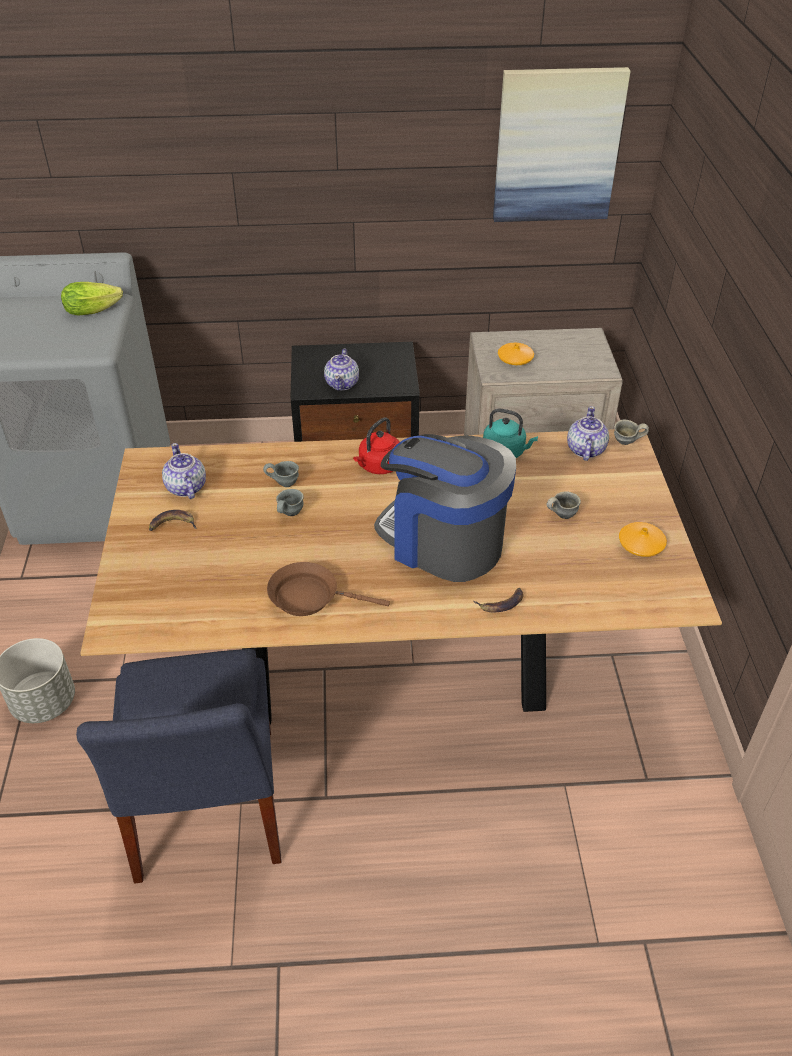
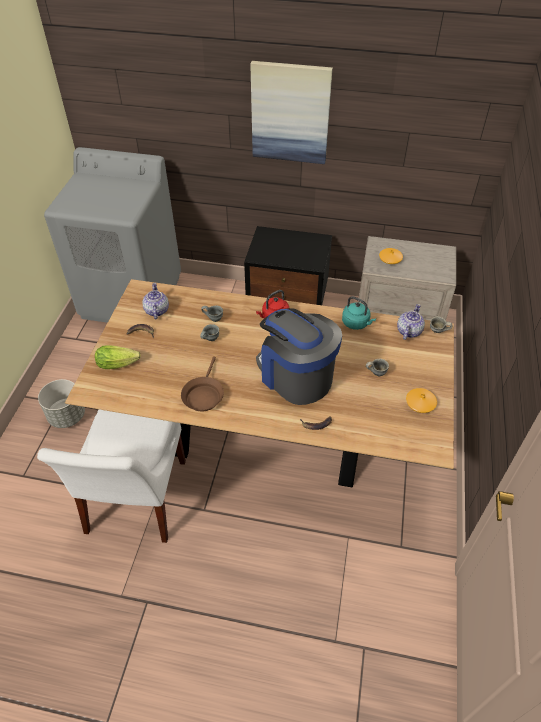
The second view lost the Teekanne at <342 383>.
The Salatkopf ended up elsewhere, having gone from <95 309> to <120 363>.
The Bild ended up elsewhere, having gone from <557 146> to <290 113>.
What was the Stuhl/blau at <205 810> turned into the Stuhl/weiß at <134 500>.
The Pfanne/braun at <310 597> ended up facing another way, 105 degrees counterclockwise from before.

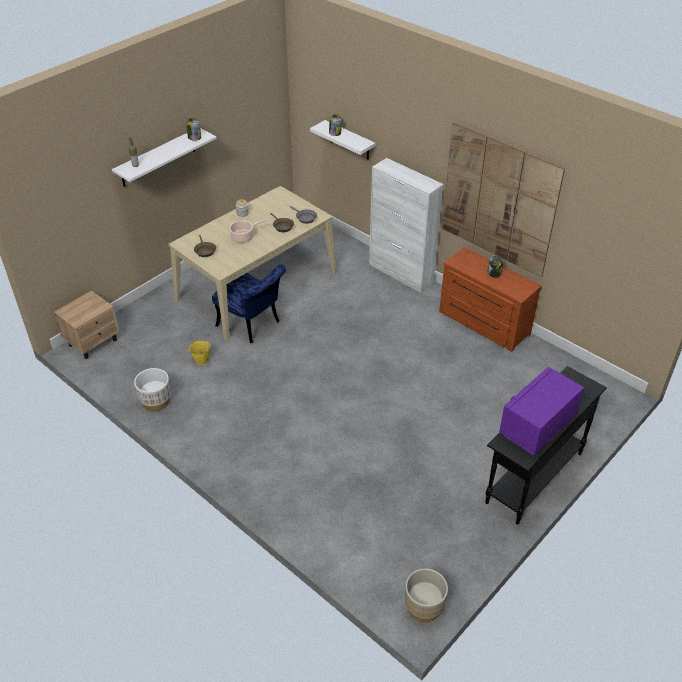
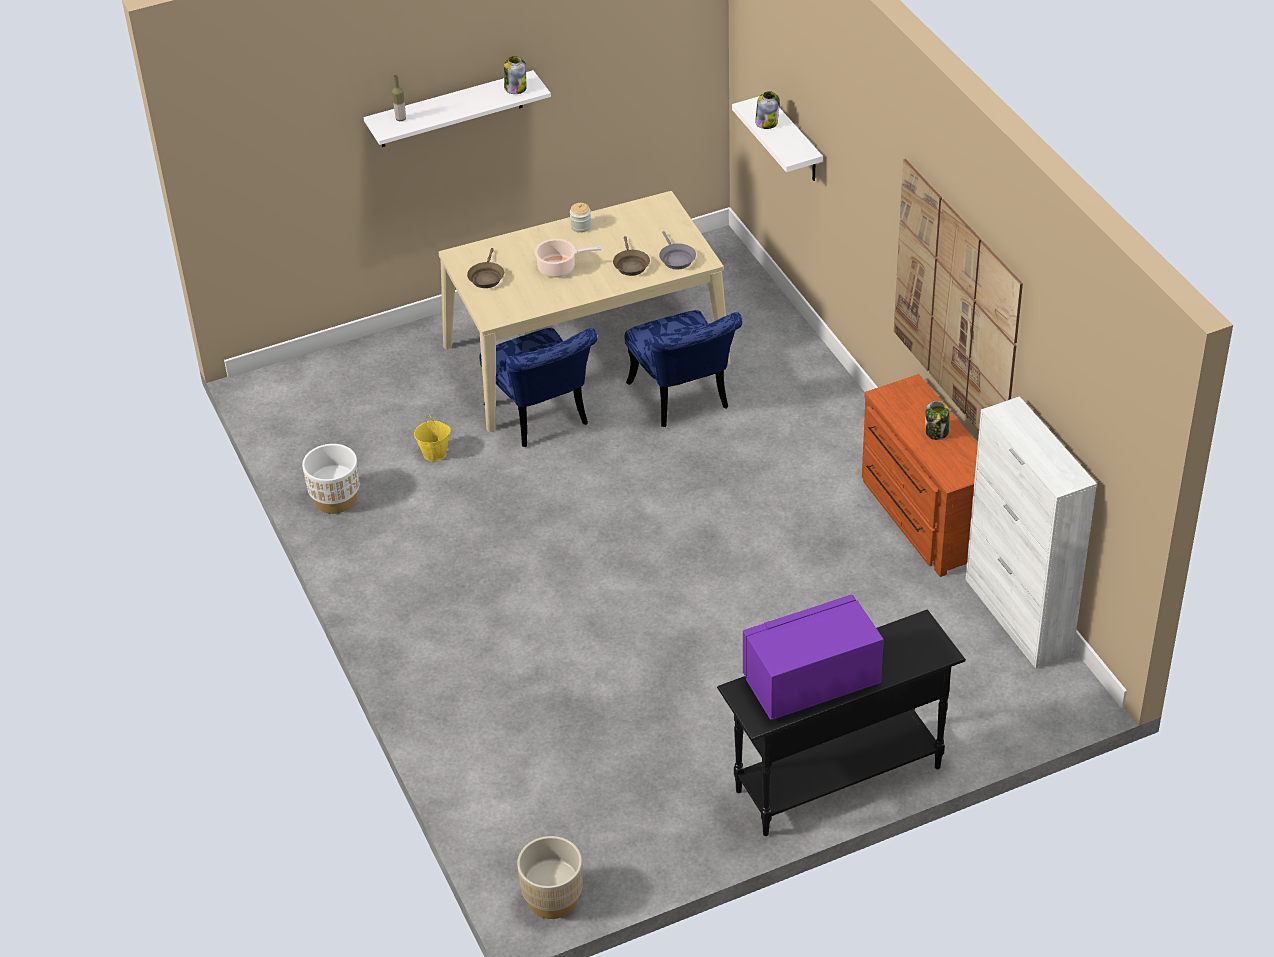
The second view lost the Nachttisch/beige at <93 342>.
The second view gained the Stuhl/blau at <683 400>.
The Schrank/weiß ended up elsewhere, having gone from <401 273> to <1018 617>.

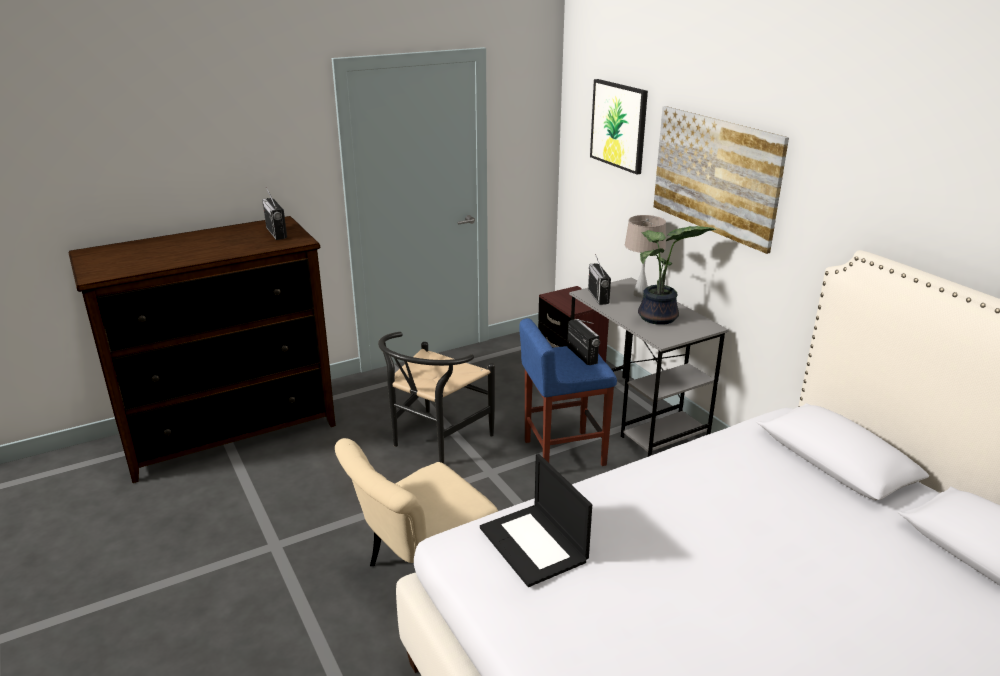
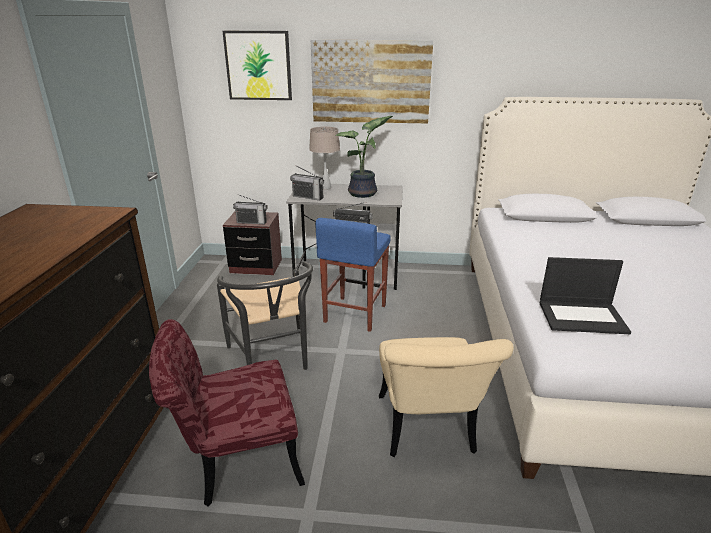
The second view gained the Stuhl/rot at <236 462>.
The Radio ended up elsewhere, having gone from <276 233> to <251 222>.

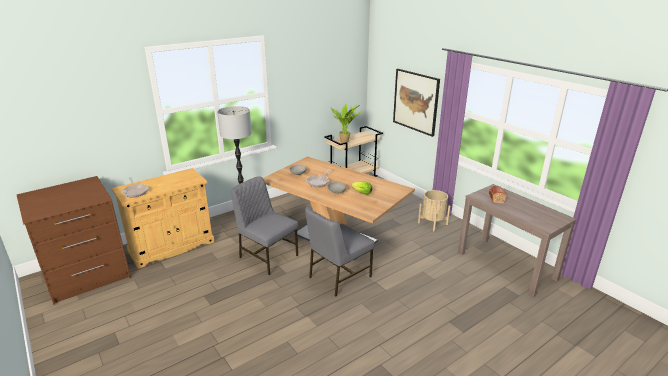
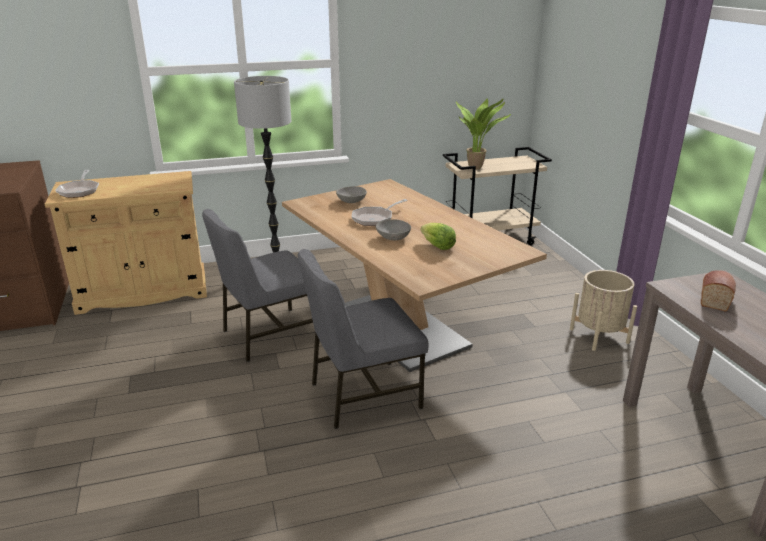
The second view lost the Bild at <415 101>.
The Stuhl/grau at <267 256> ended up facing another way, 90 degrees counterclockwise from before.

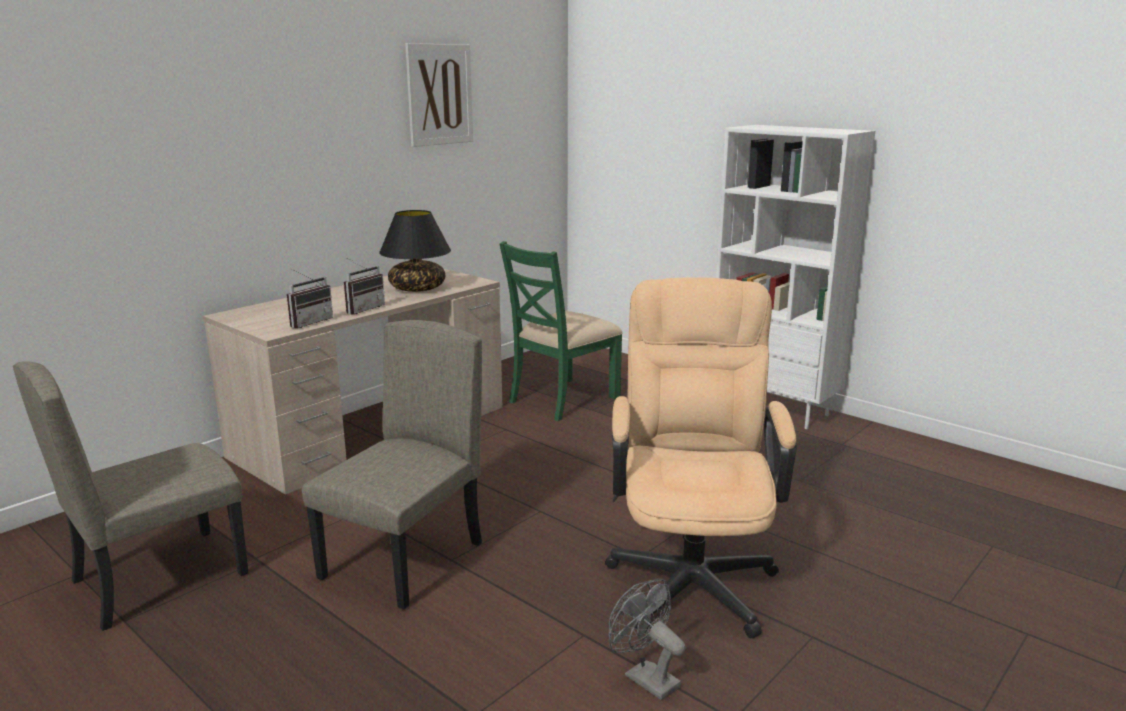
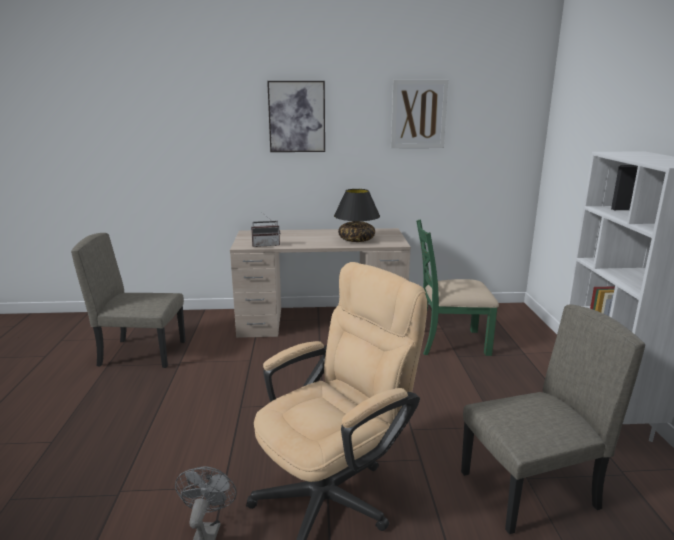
The second view lost the Radio at <362 309>.
The second view gained the Bild at <297 117>.
The Stuhl/beige ended up elsewhere, having gone from <404 561> to <529 491>.

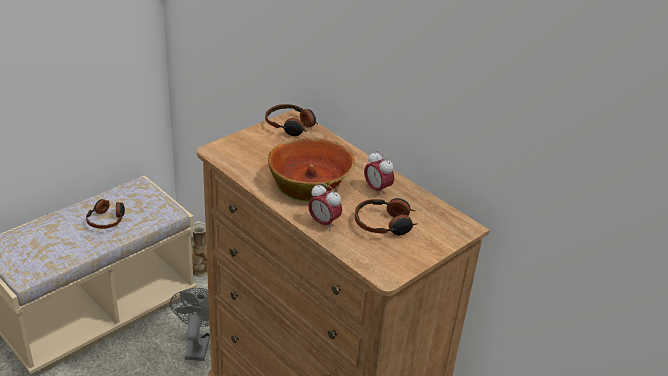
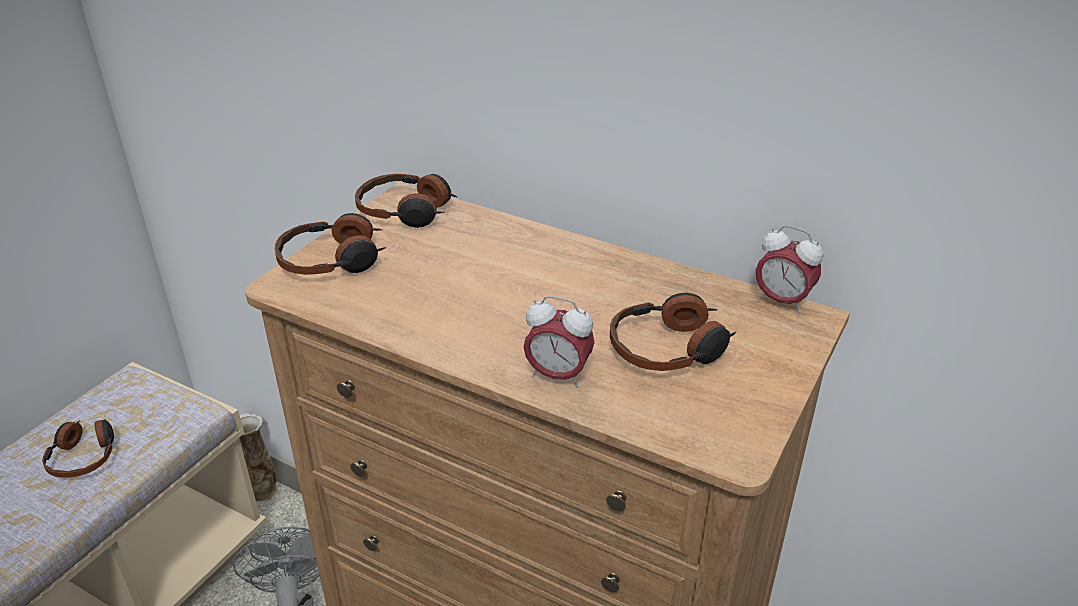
The second view lost the Schüssel at <310 181>.
The second view gained the Kopfhörer at <332 260>.
The Wecker ended up elsewhere, having gone from <377 189> to <782 301>.

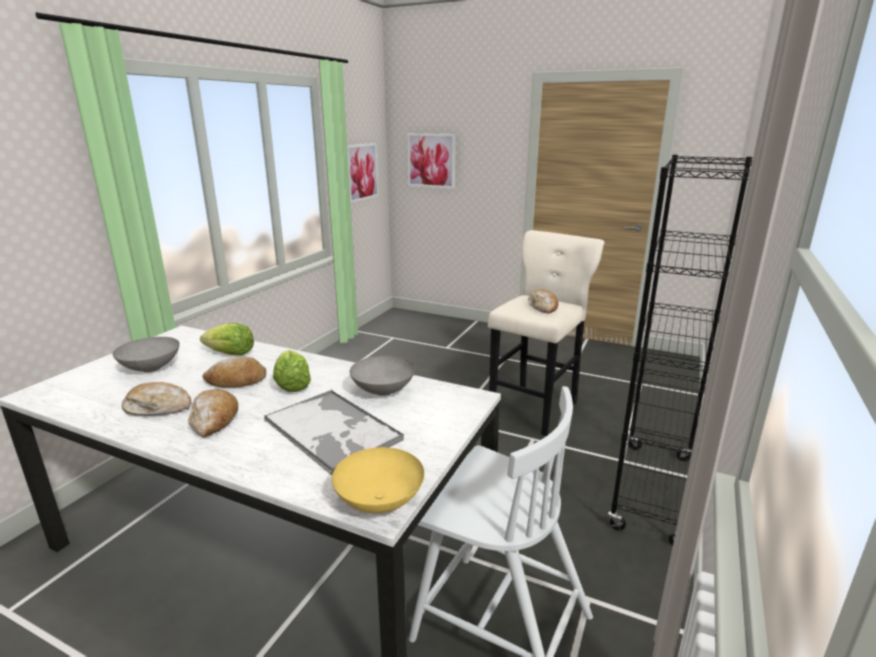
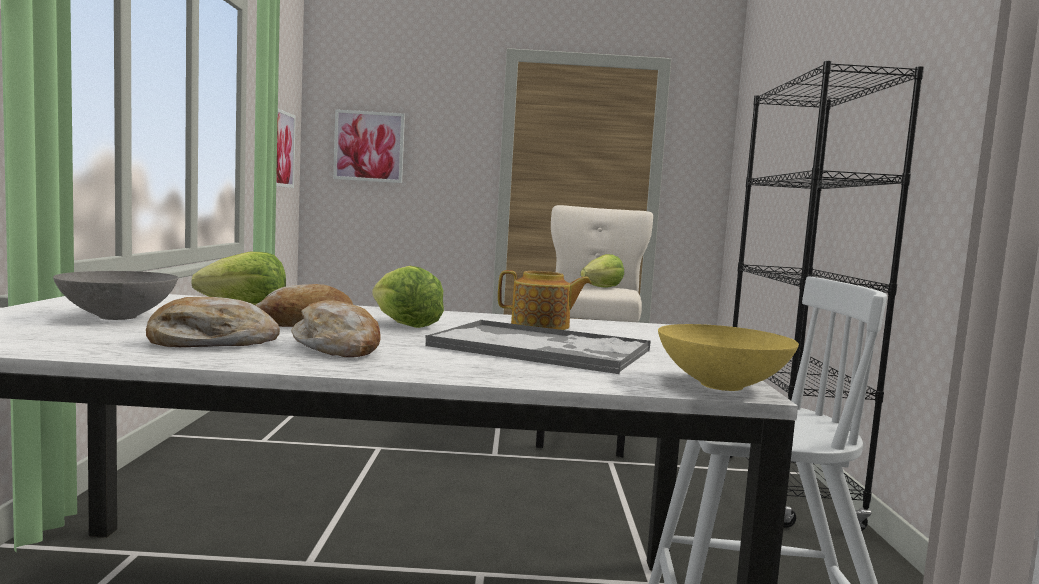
Where the Schüssel/grau stood at <382 391>, the Teekanne came to stand at <541 326>.
Where the Brot stood at <543 307>, the Salatkopf came to stand at <602 287>.

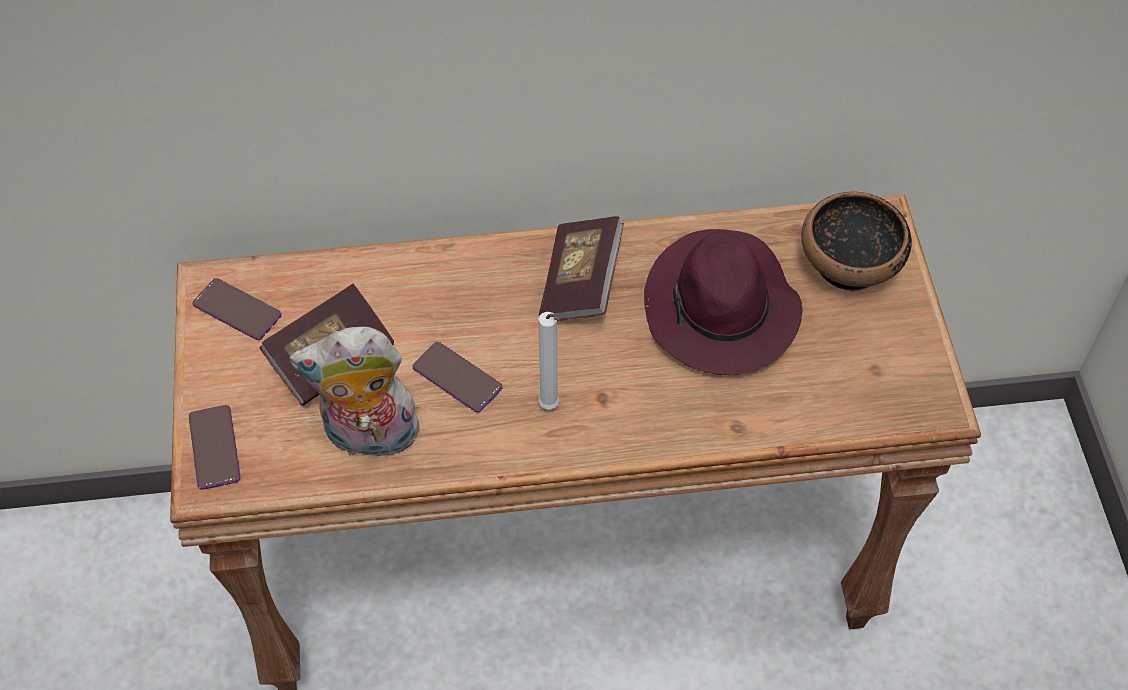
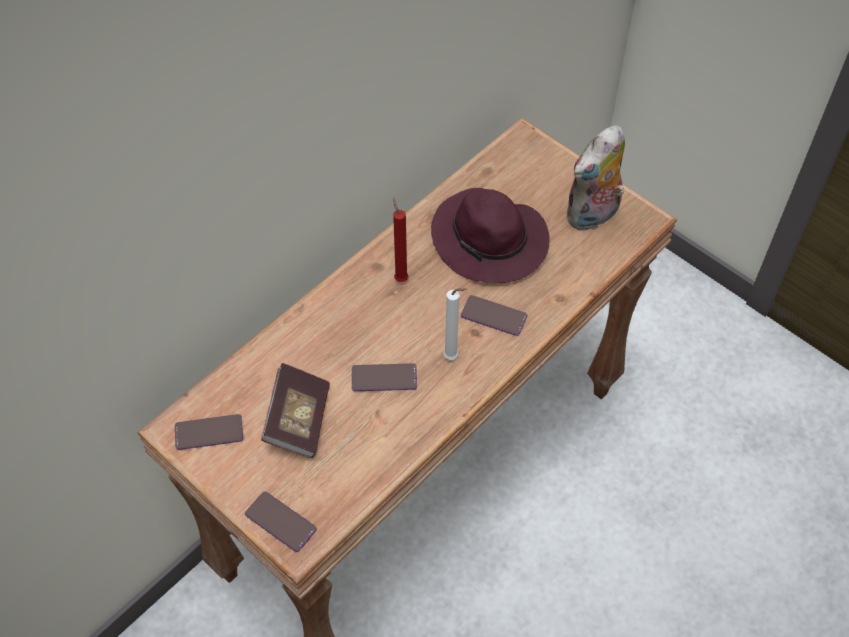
The second view lost the Schüssel at <850 265>.
The second view gained the Handy at <494 316>.
The Plüschtier ended up elsewhere, having gone from <369 438> to <593 216>.
Where the Buch stood at <580 284>, the Kerze/rot came to stand at <400 278>.

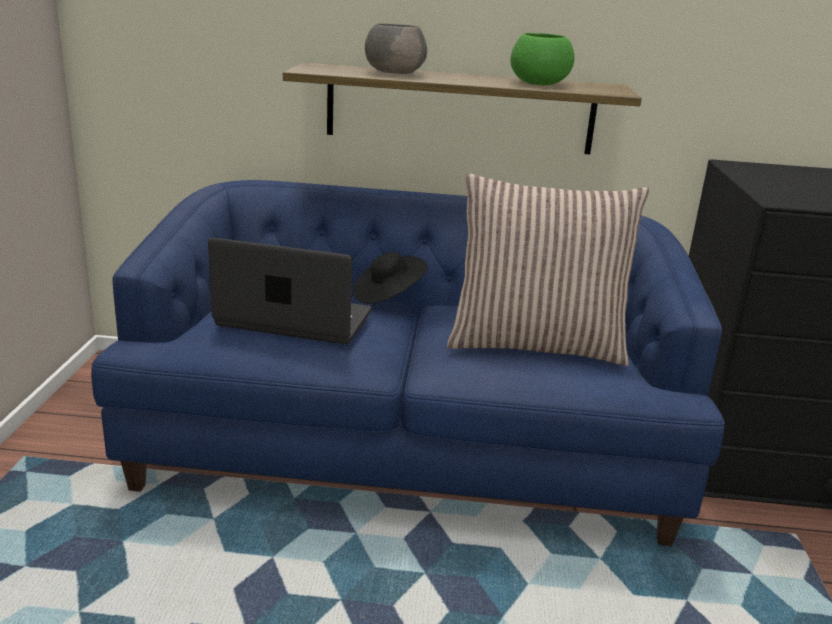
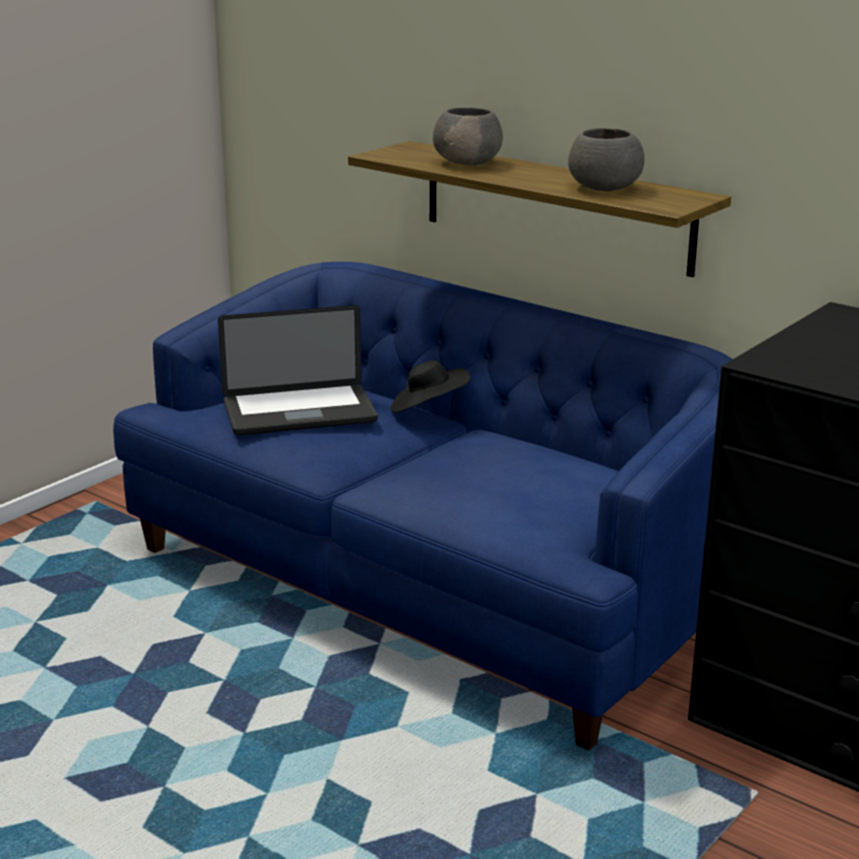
The second view lost the Kissen at <536 344>.
What was the Schüssel/grün at <538 84> turned into the Schüssel/grau at <603 188>.
The Laptop at <294 320> ended up facing another way, 120 degrees clockwise from before.

